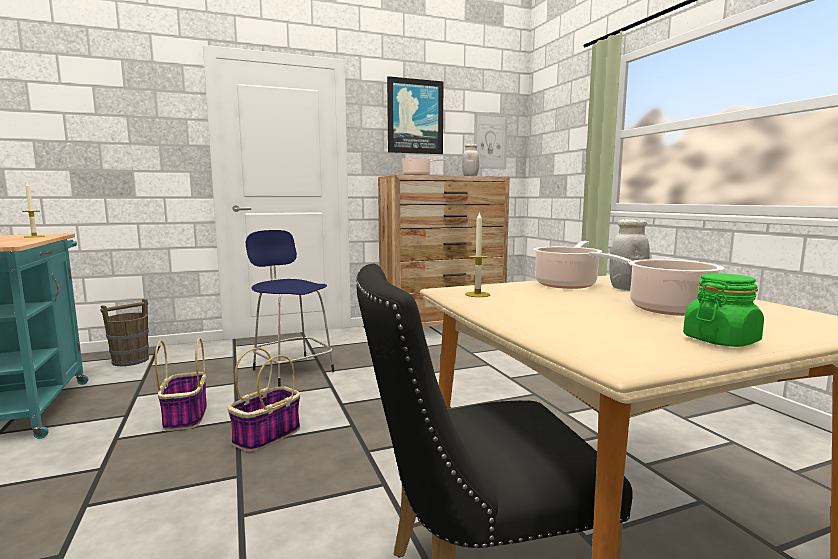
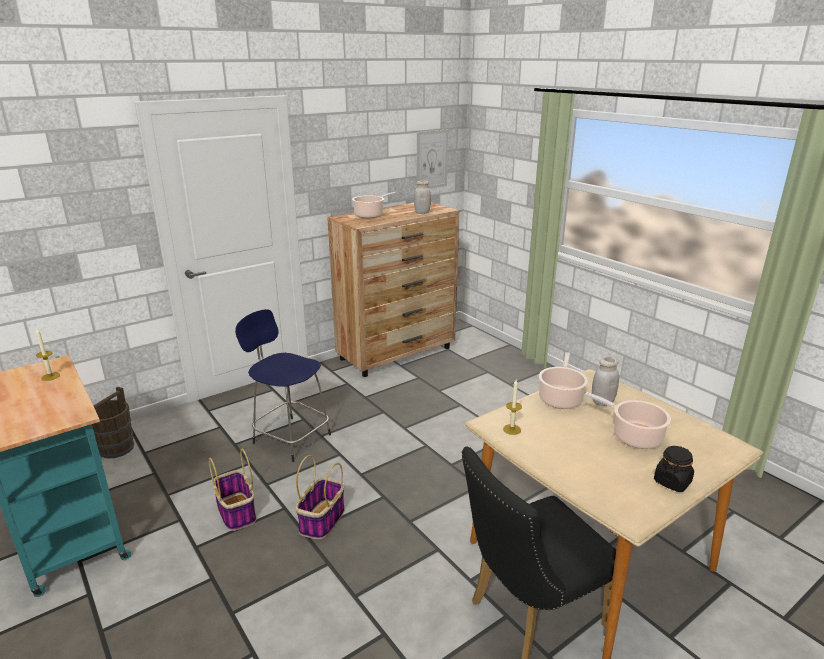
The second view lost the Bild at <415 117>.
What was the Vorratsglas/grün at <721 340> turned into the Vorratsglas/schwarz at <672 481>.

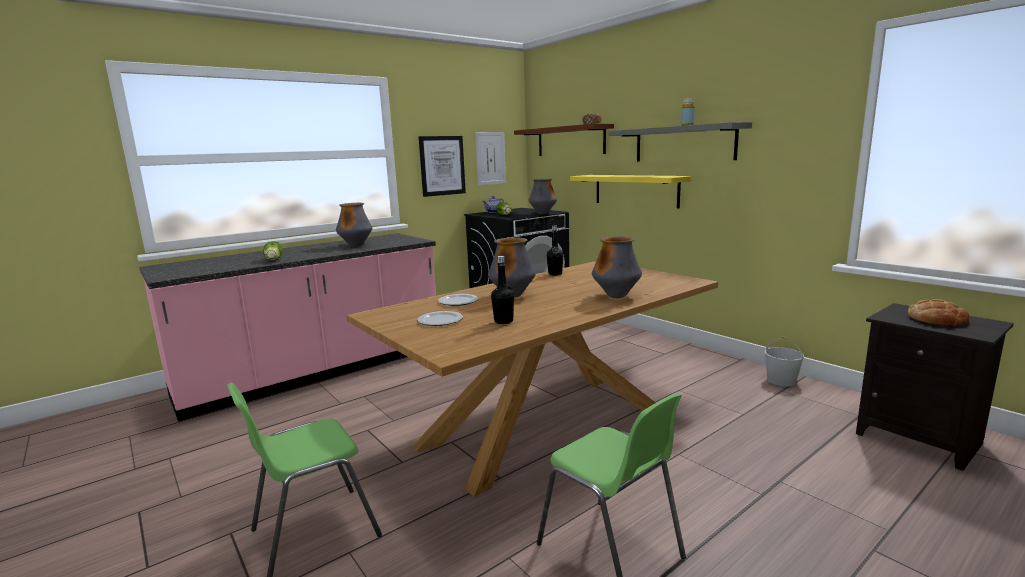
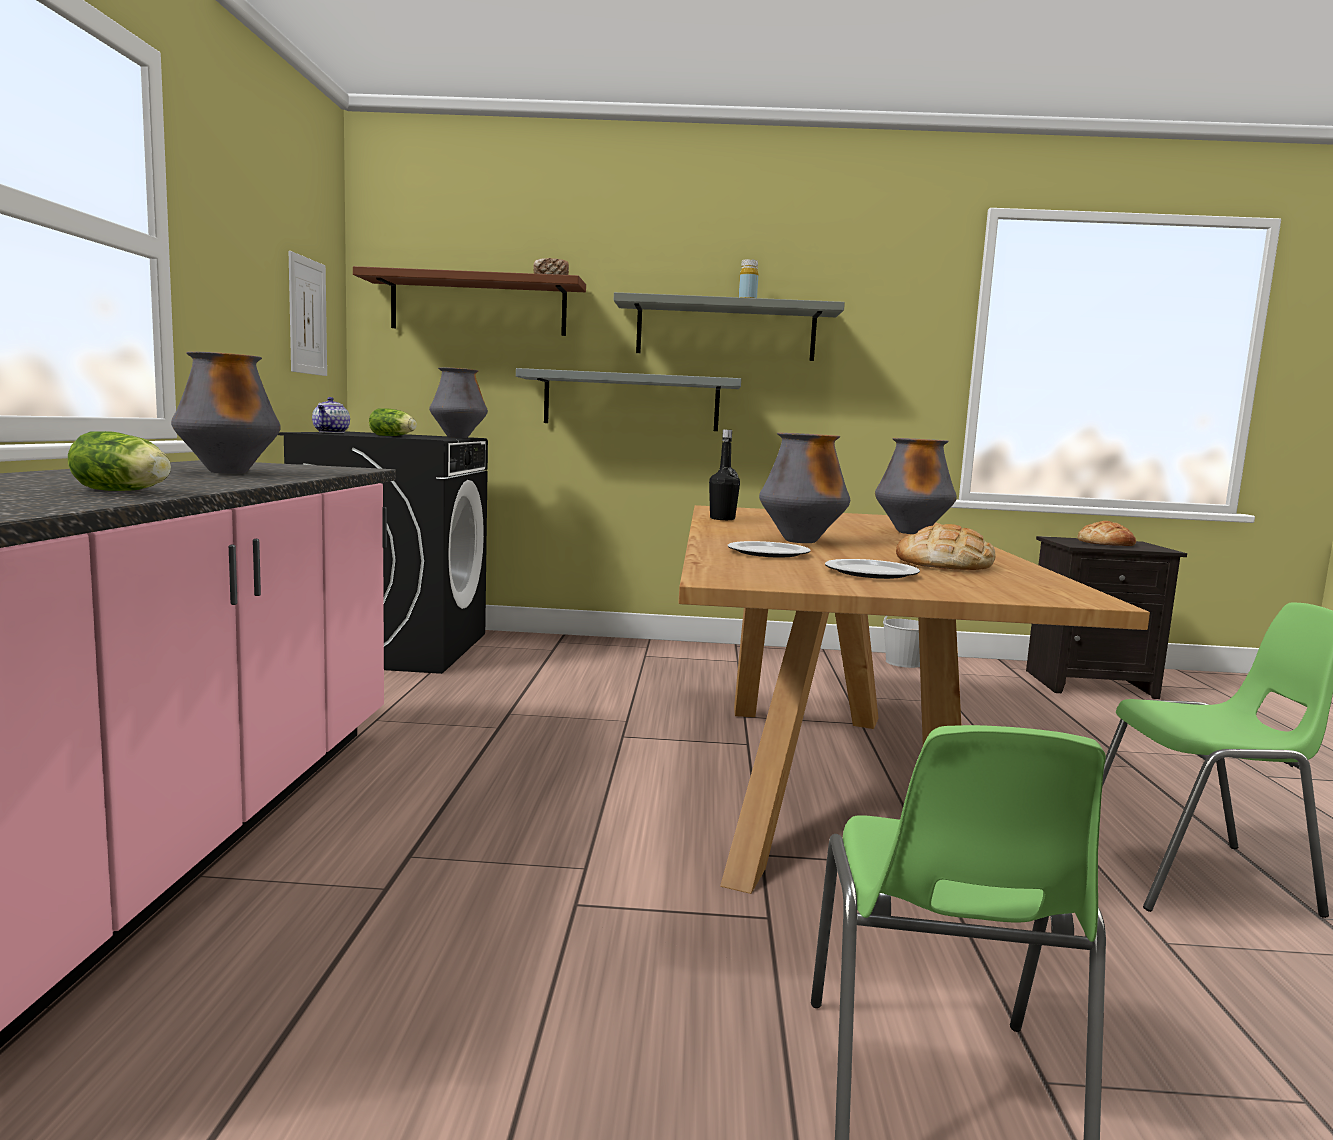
The second view lost the Bild at <442 165>.
Where the Flasche/schwarz stood at <503 321>, the Brot came to stand at <944 564>.
What was the Wandregal/gelb at <635 190> turned into the Wandregal/grau at <631 401>.

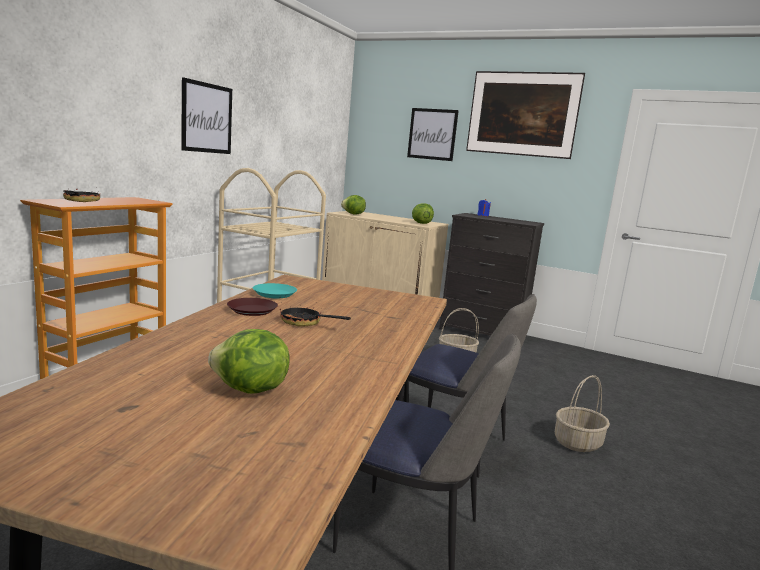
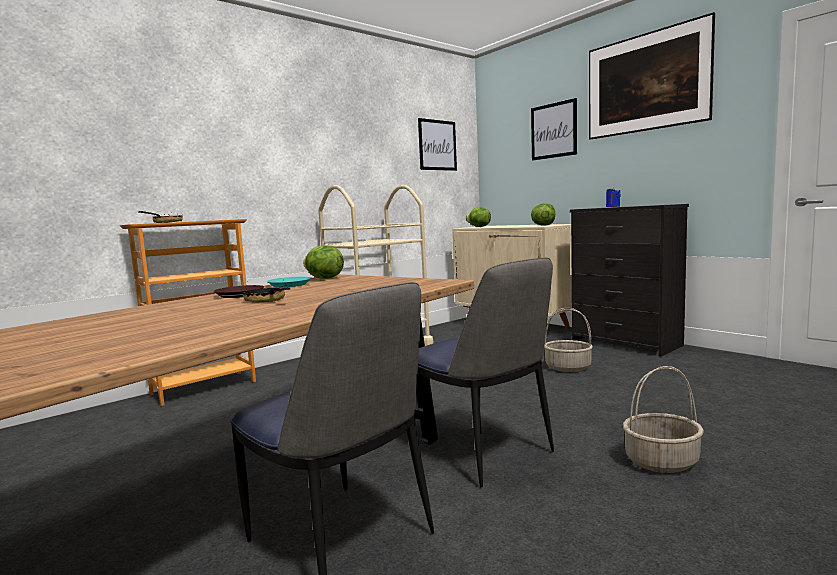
The Bild ended up elsewhere, having gone from <207 118> to <437 145>.
The Salatkopf ended up elsewhere, having gone from <250 390> to <324 278>.

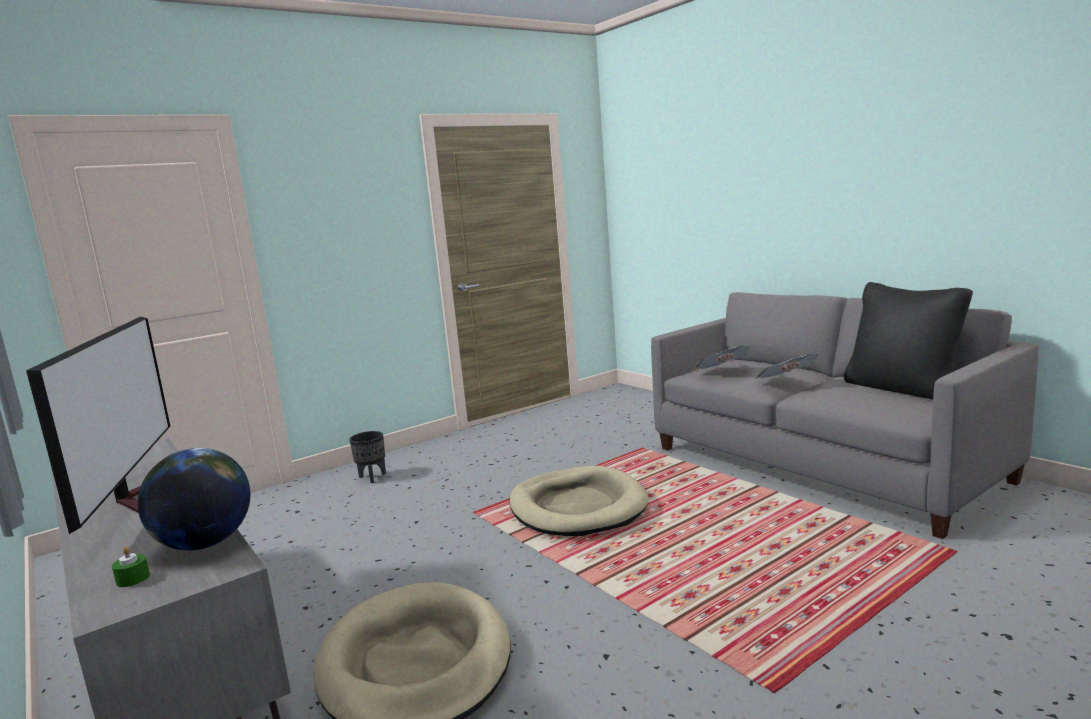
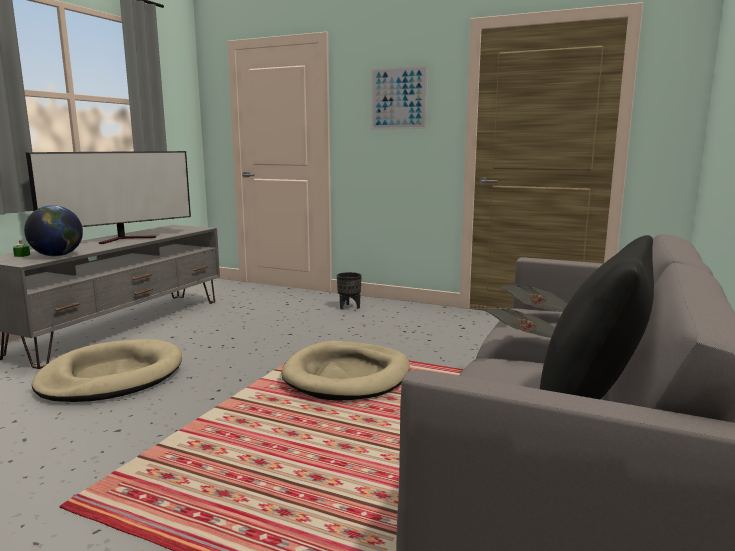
The second view gained the Bild at <398 98>.

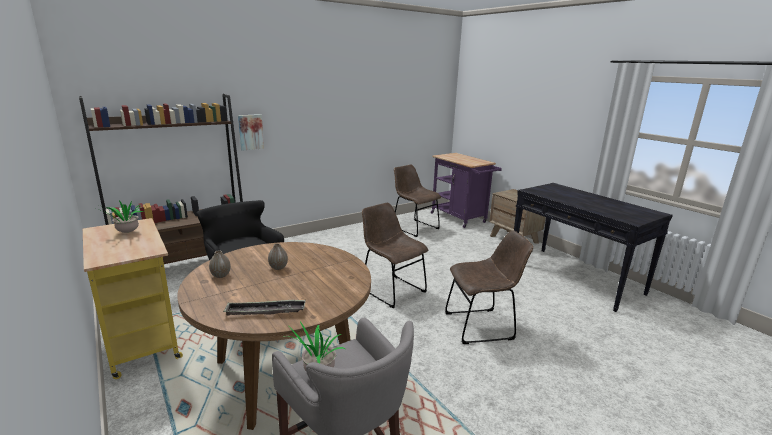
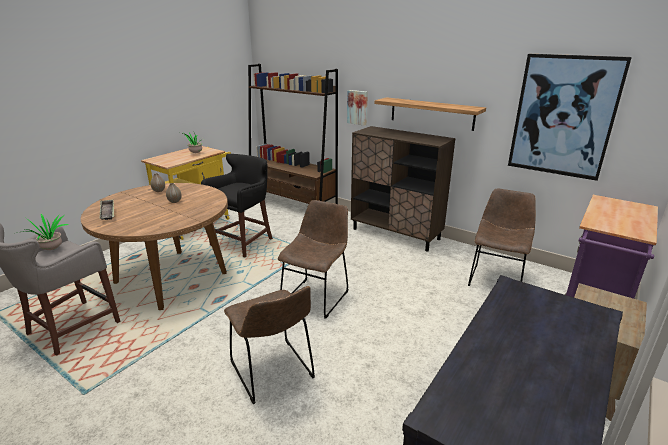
The second view gained the Schrank/braun at <396 234>.
The second view gained the Wandregal at <431 113>.
The second view gained the Bild at <563 116>.

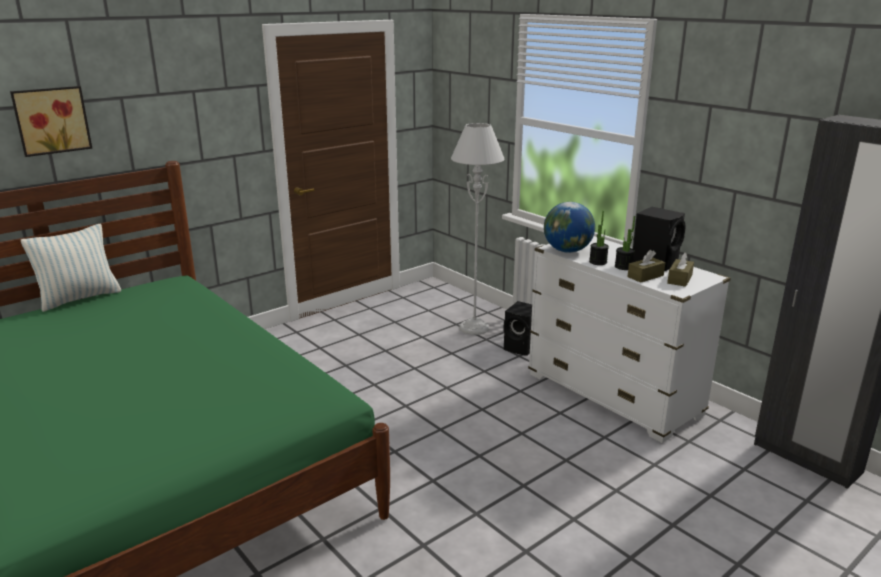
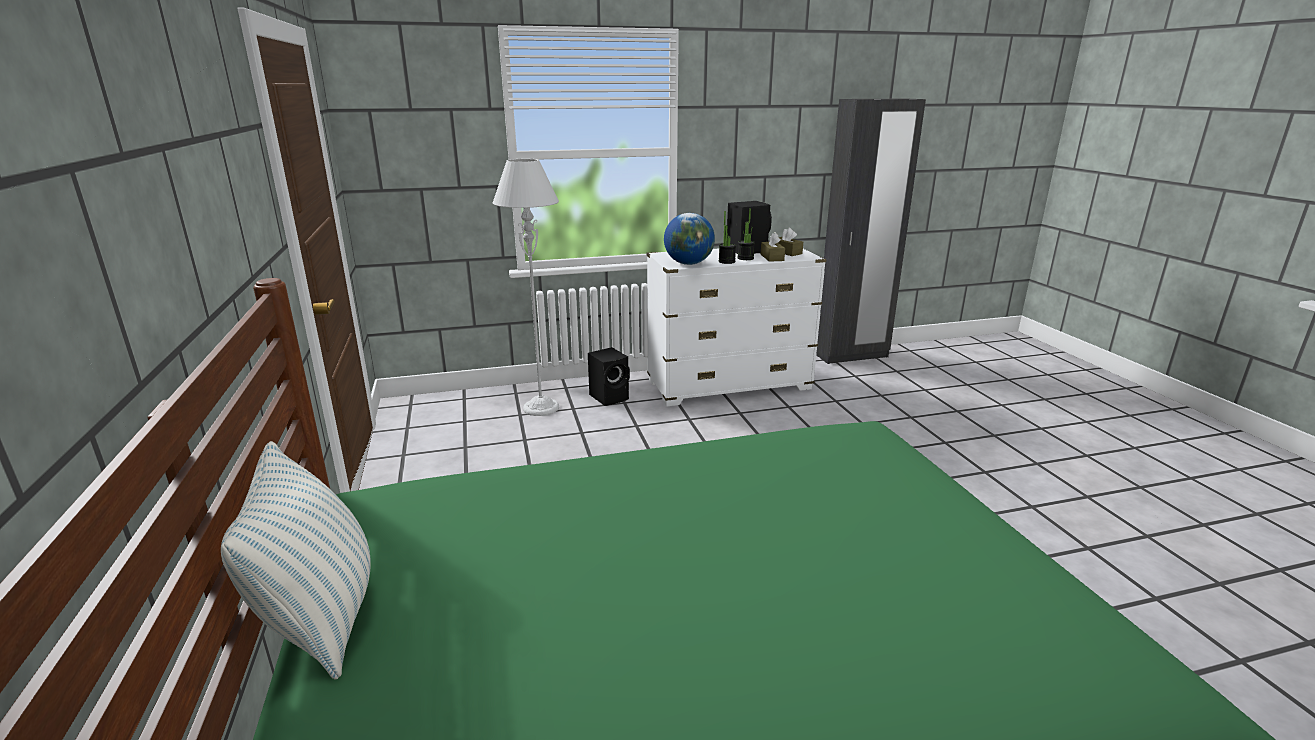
The second view lost the Bild at <51 120>.

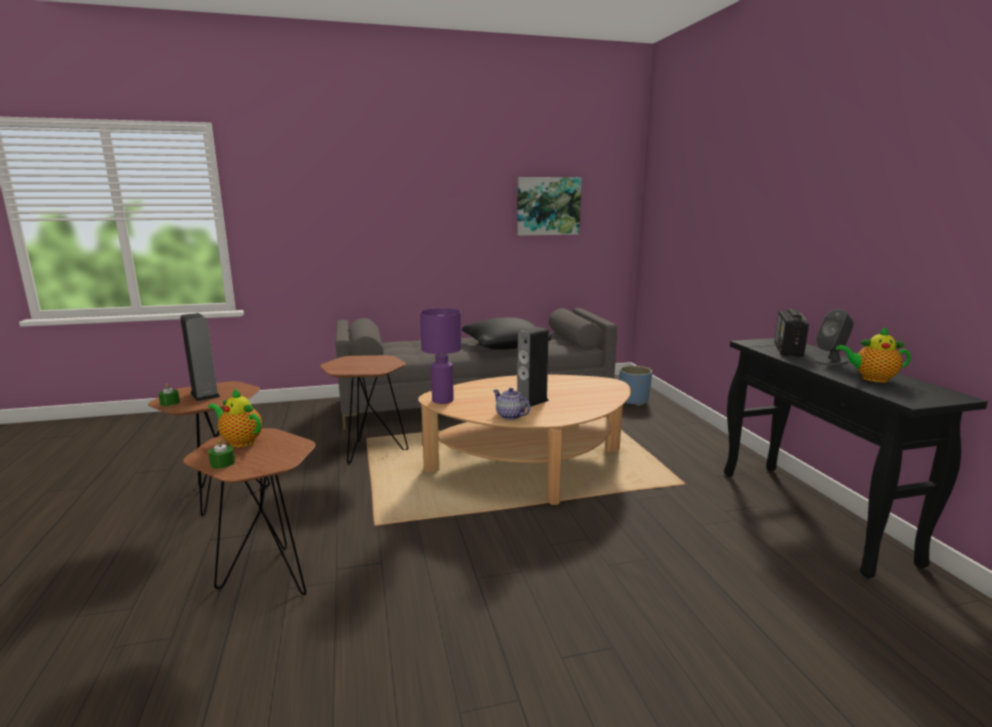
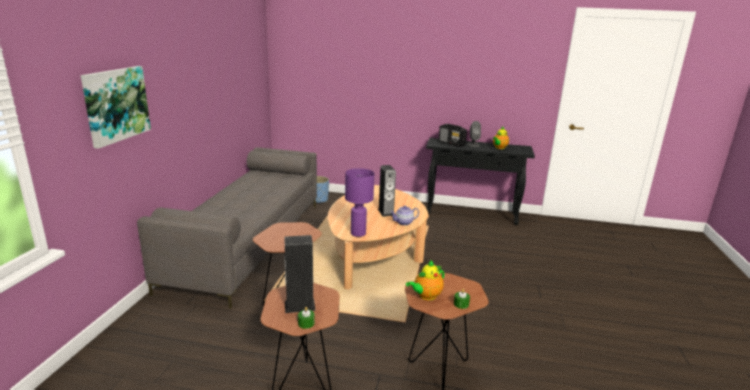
The second view lost the Kissen/schwarz at <504 346>.
The Bild ended up elsewhere, having gone from <548 206> to <116 104>.

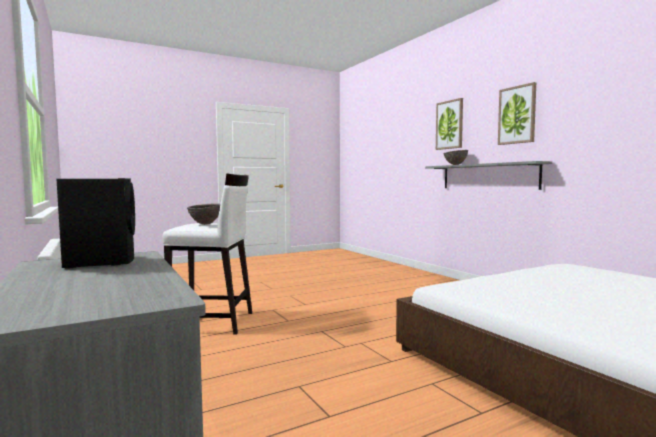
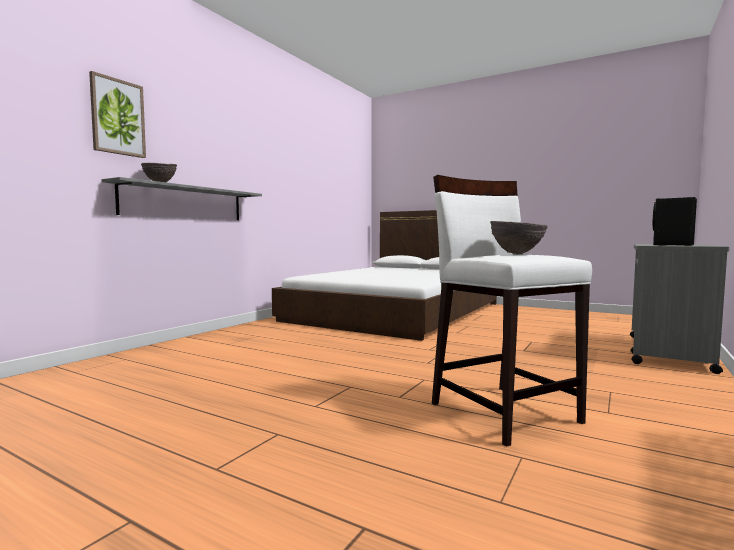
The second view lost the Bild at <517 115>.

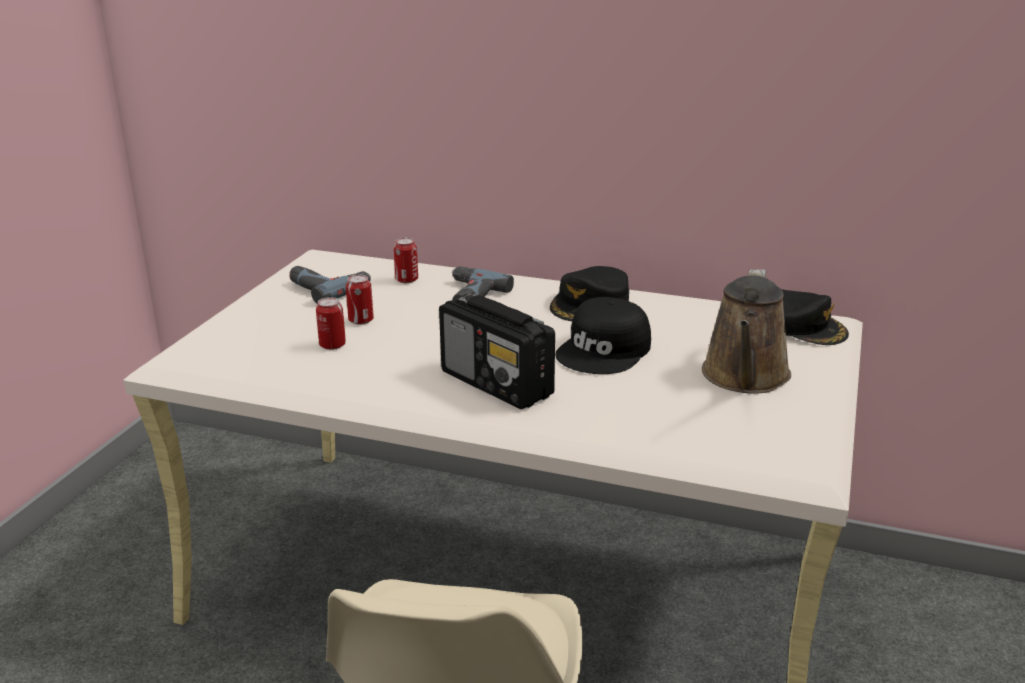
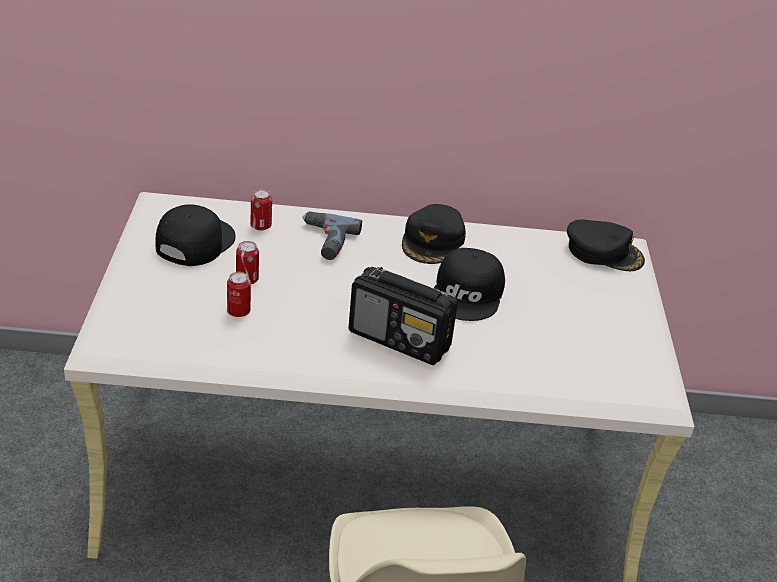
The second view lost the Gießkanne/braun at <745 377>.
Where the Bohrmaschine stood at <328 288>, the Kappe/schwarz came to stand at <194 242>.

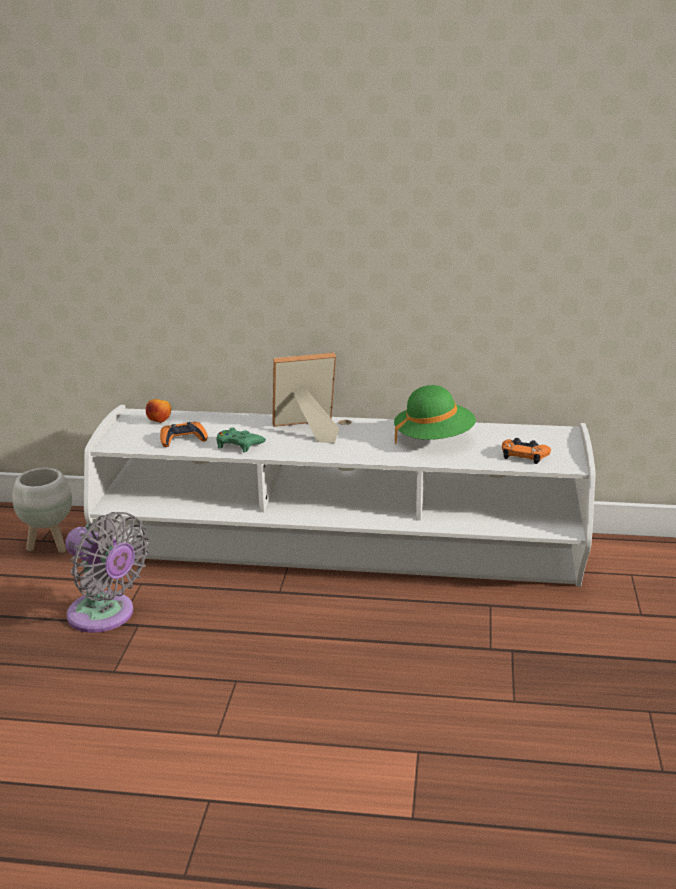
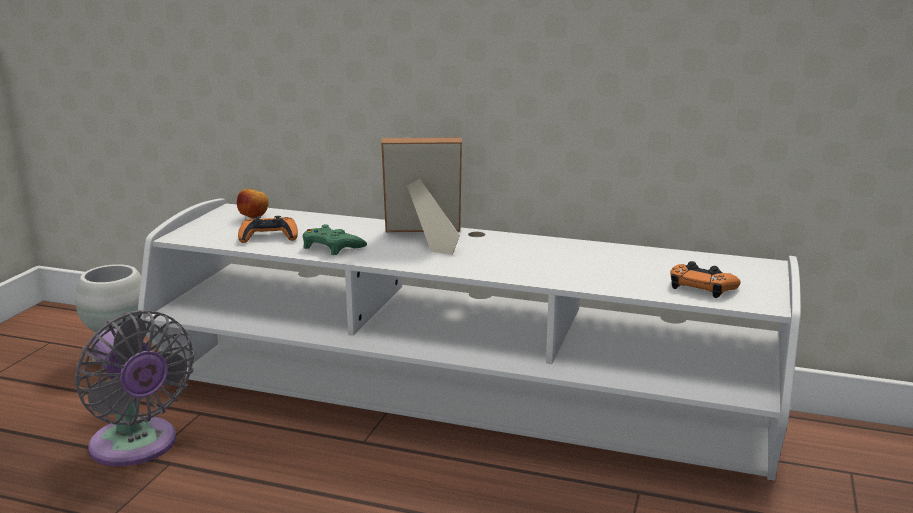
The second view lost the Hut/grün at <434 439>.

